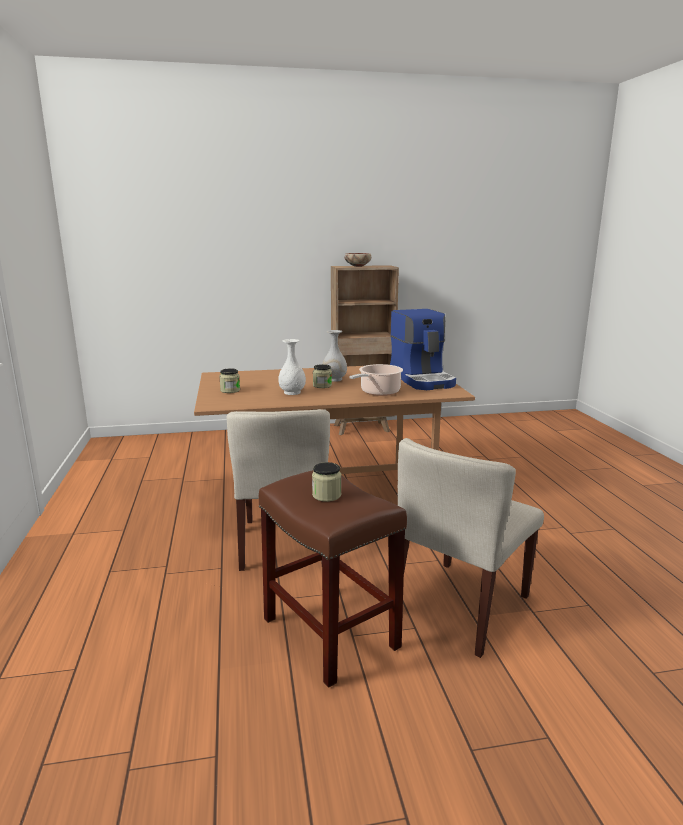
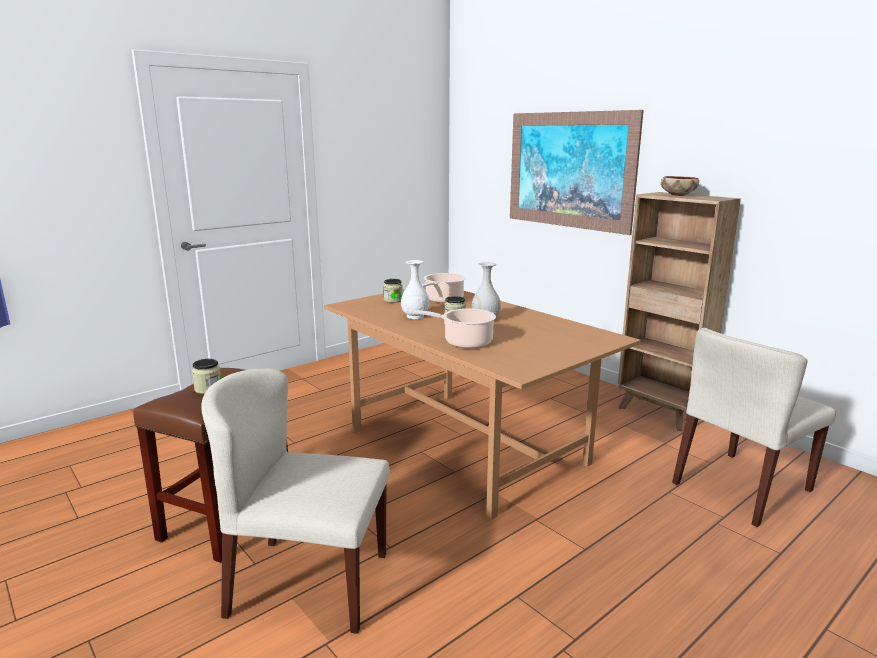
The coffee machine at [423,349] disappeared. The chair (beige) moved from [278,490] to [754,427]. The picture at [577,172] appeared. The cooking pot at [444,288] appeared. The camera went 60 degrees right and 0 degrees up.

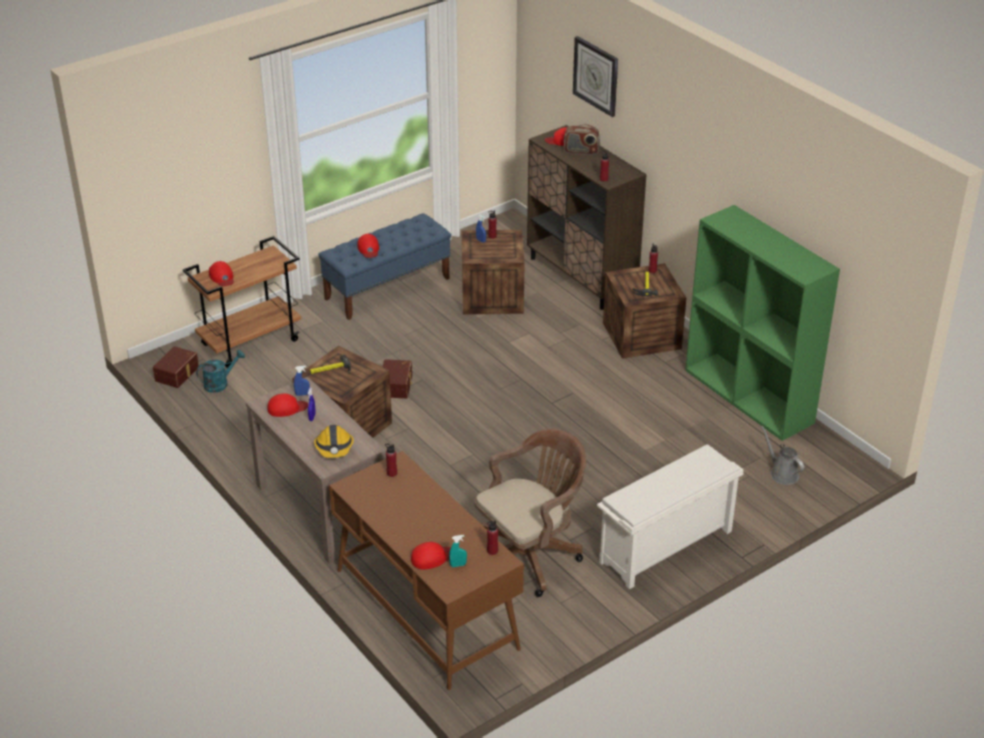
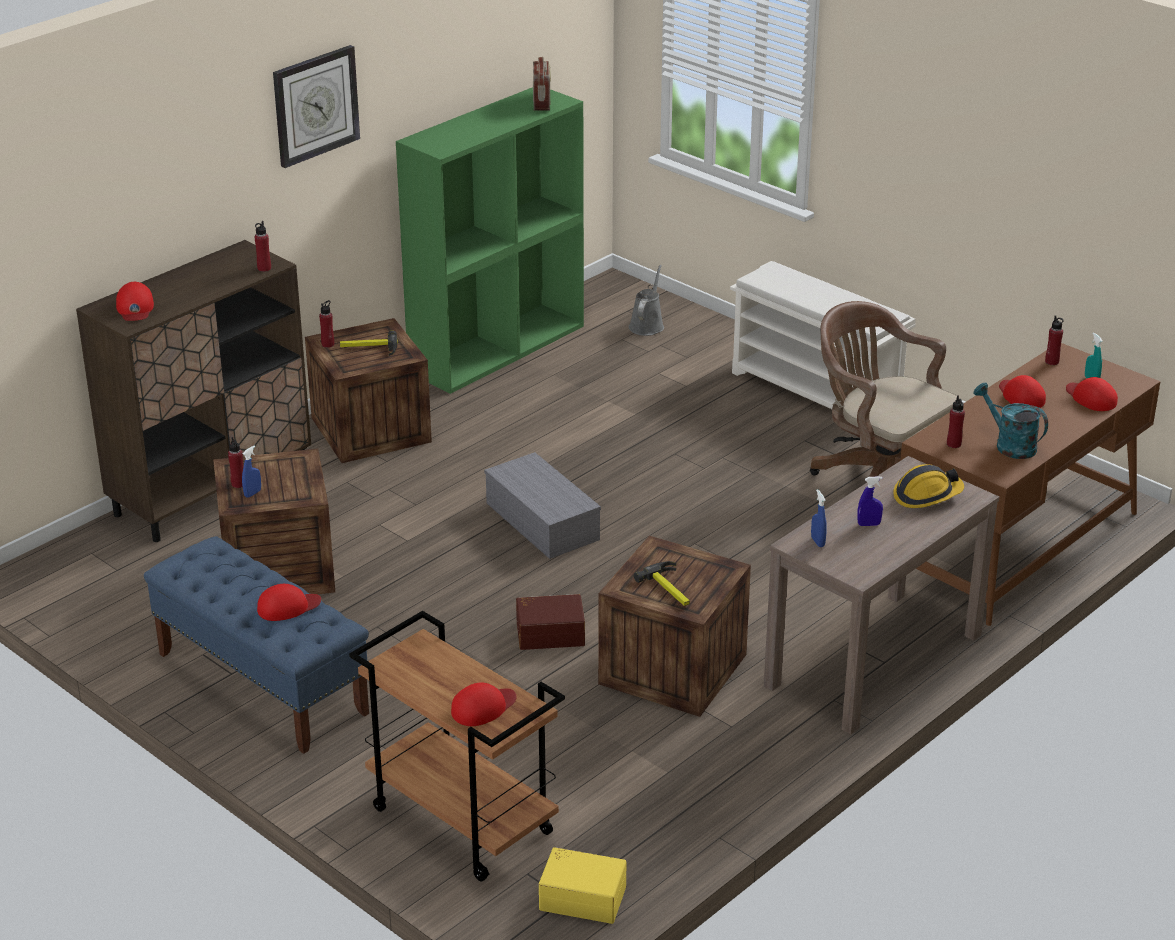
The wall clock moved from [595,76] to [316,106]. The radio moved from [582,139] to [542,84]. The storage box (brown) at [176,367] became the storage box (yellow) at [582,885]. The watering can (turquoise) moved from [220,371] to [1010,420]. The cap (red) moved from [287,405] to [1022,391]. The watering can (grey) at [782,455] turned 150 degrees clockwise. The storage box (grey) at [542,505] appeared. The camera went 100 degrees left and 5 degrees down.

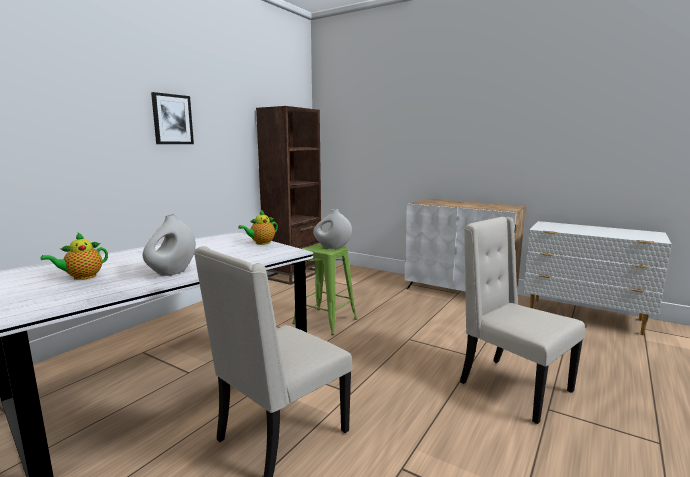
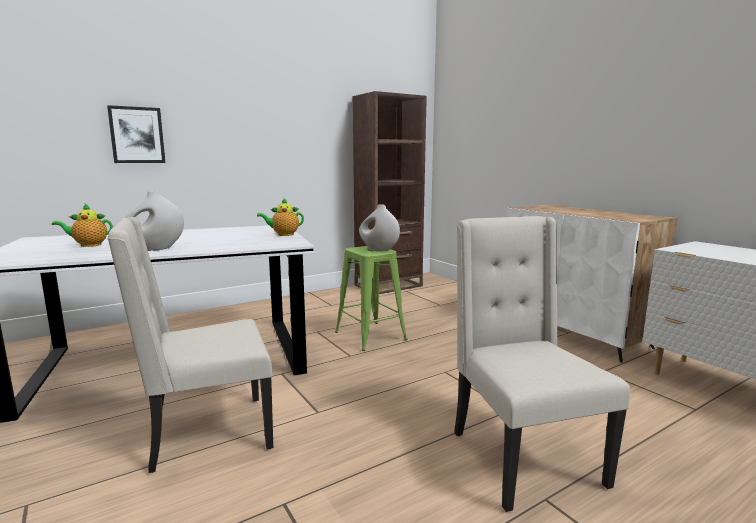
The picture moved from [172,118] to [136,134]. The camera went 25 degrees right and 0 degrees up.

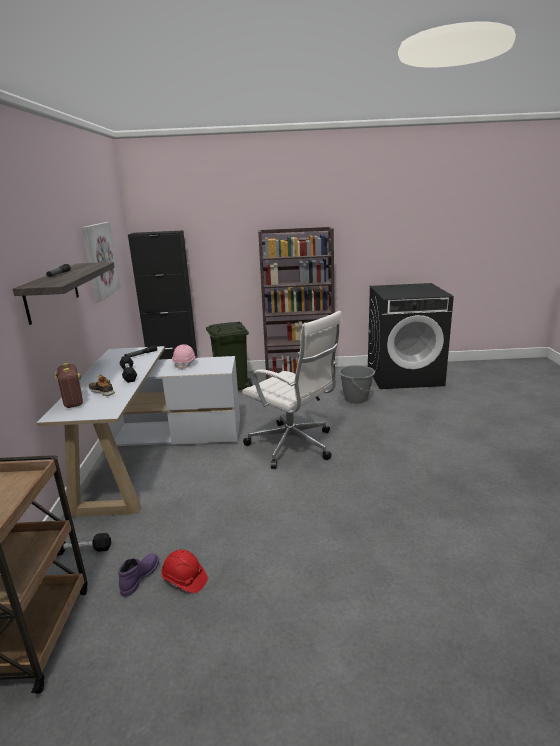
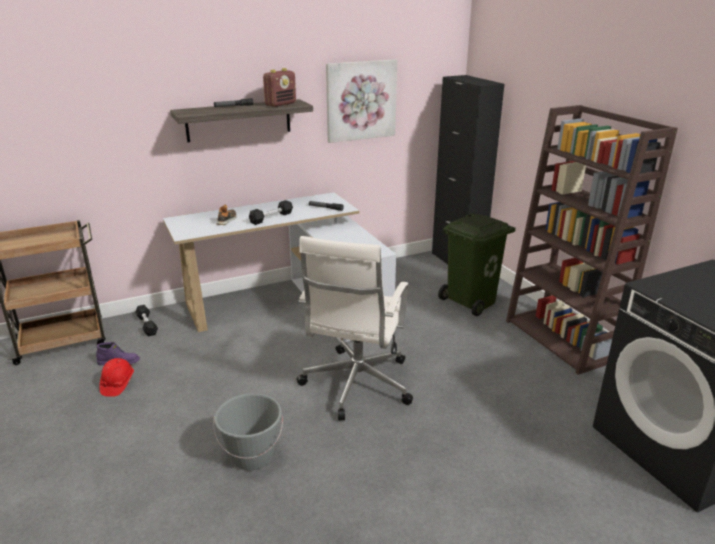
The hard hat (pink) at [184,357] disappeared. The radio moved from [69,385] to [279,87]. The bucket (grey) moved from [357,384] to [248,431]. The camera went 65 degrees right and 5 degrees up.

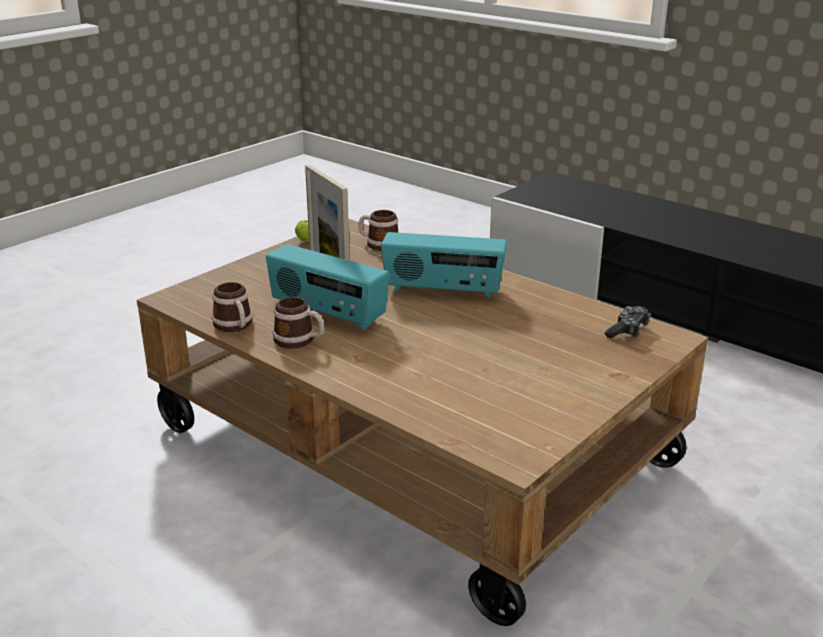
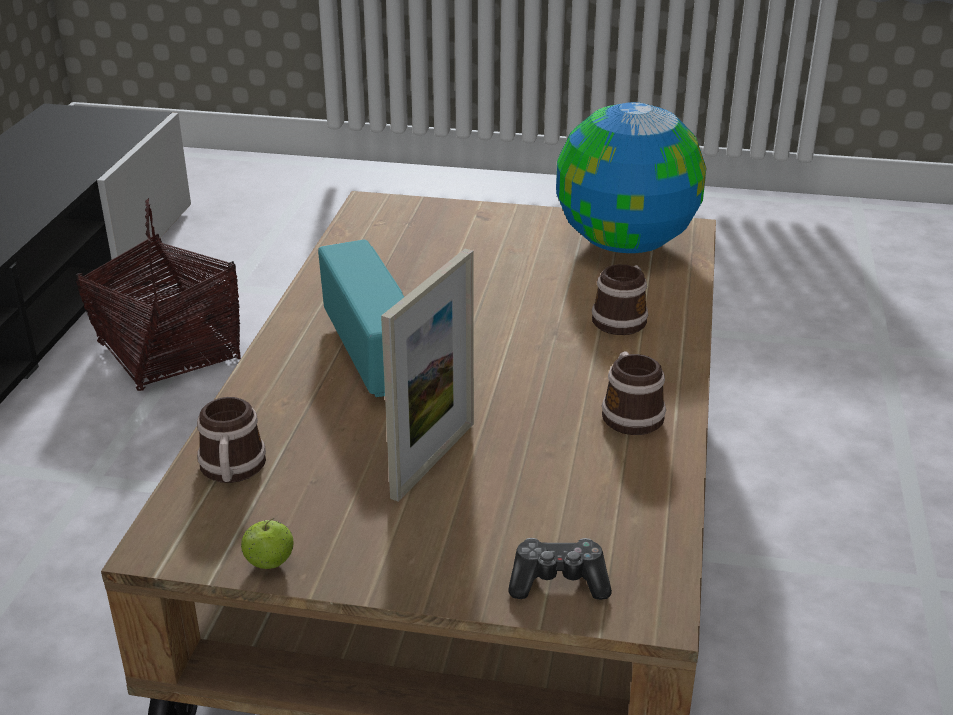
The radio at [327,287] disappeared. The mug moved from [232,307] to [620,299]. The game controller moved from [628,322] to [560,569]. The globe at [631,177] appeared. The basket at [158,294] appeared. The camera went 120 degrees left and 5 degrees up.

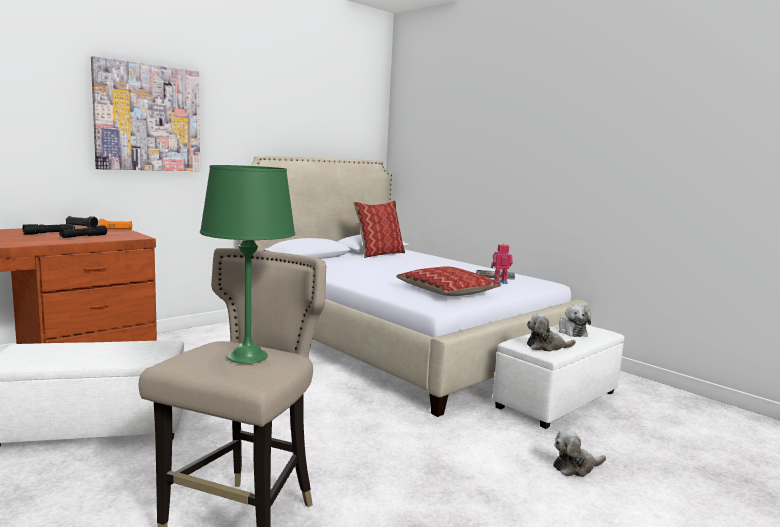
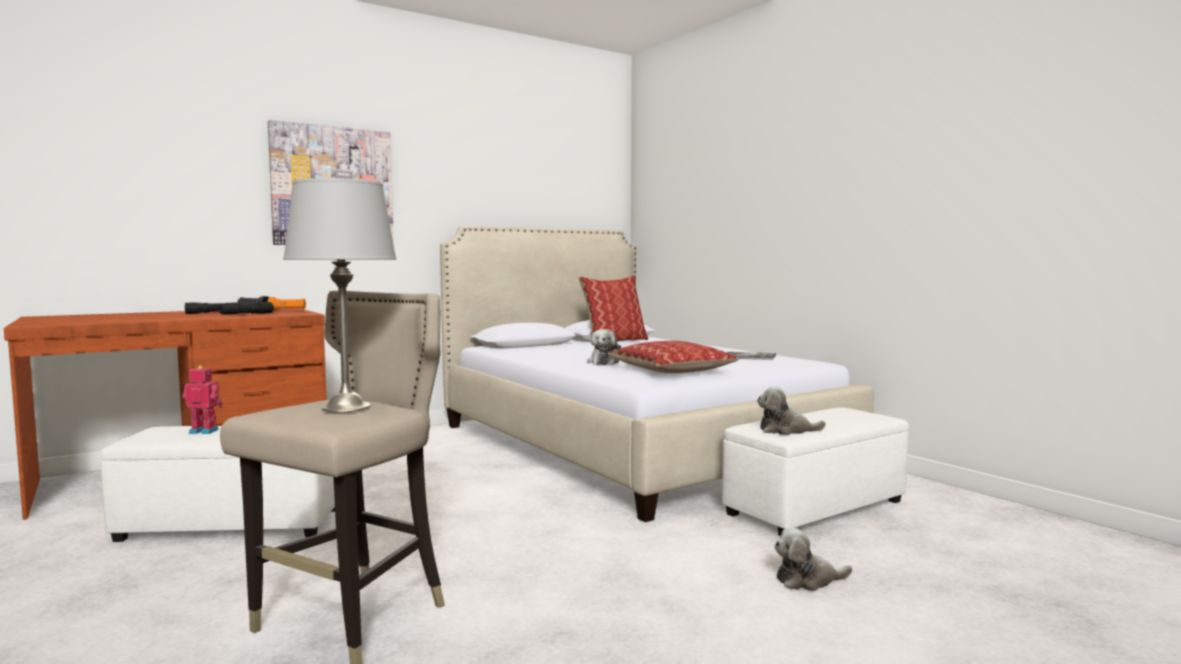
The table lamp (green) at [247,264] became the table lamp (grey) at [340,295]. The toy robot moved from [502,263] to [202,399]. The plush toy moved from [575,320] to [604,347]. The camera went 10 degrees right and 5 degrees down.

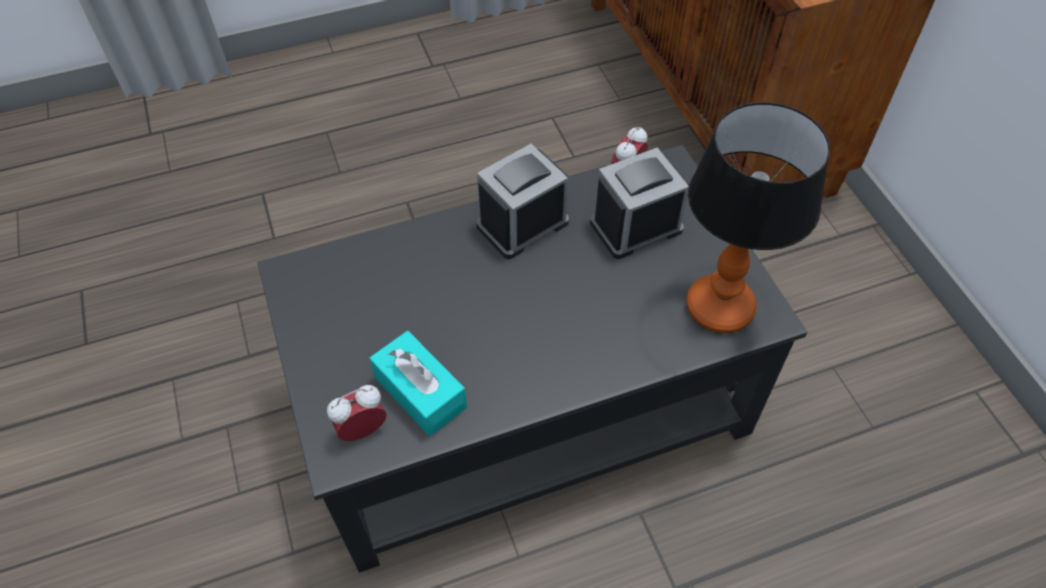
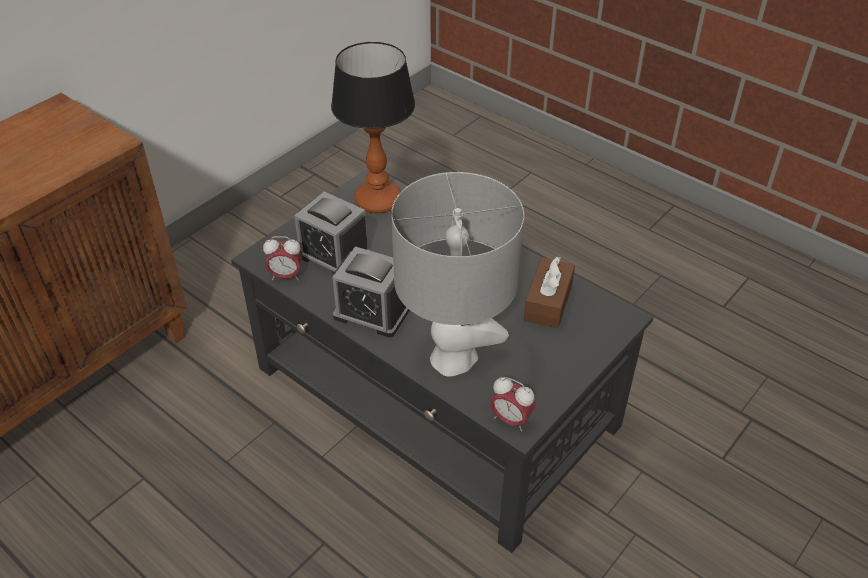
The tissue box (turquoise) at [418,383] became the tissue box (brown) at [549,292]. The alarm clock moved from [356,413] to [512,404]. The table lamp (grey) at [457,274] appeared. The camera went 120 degrees left and 10 degrees down.

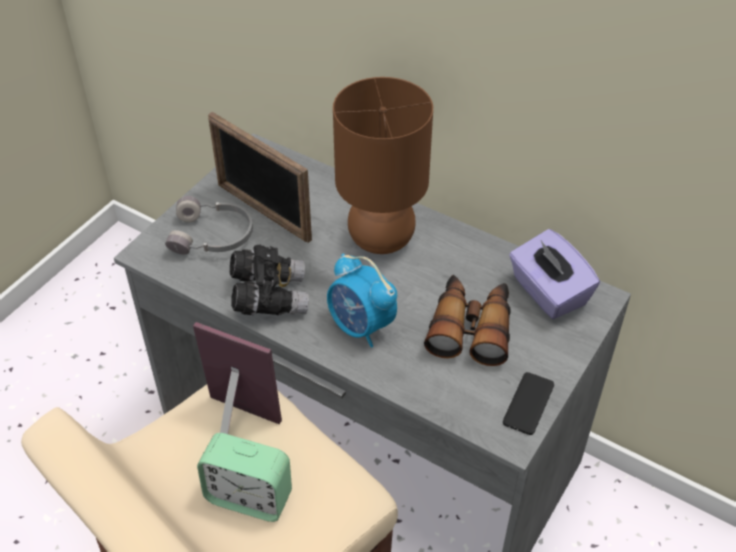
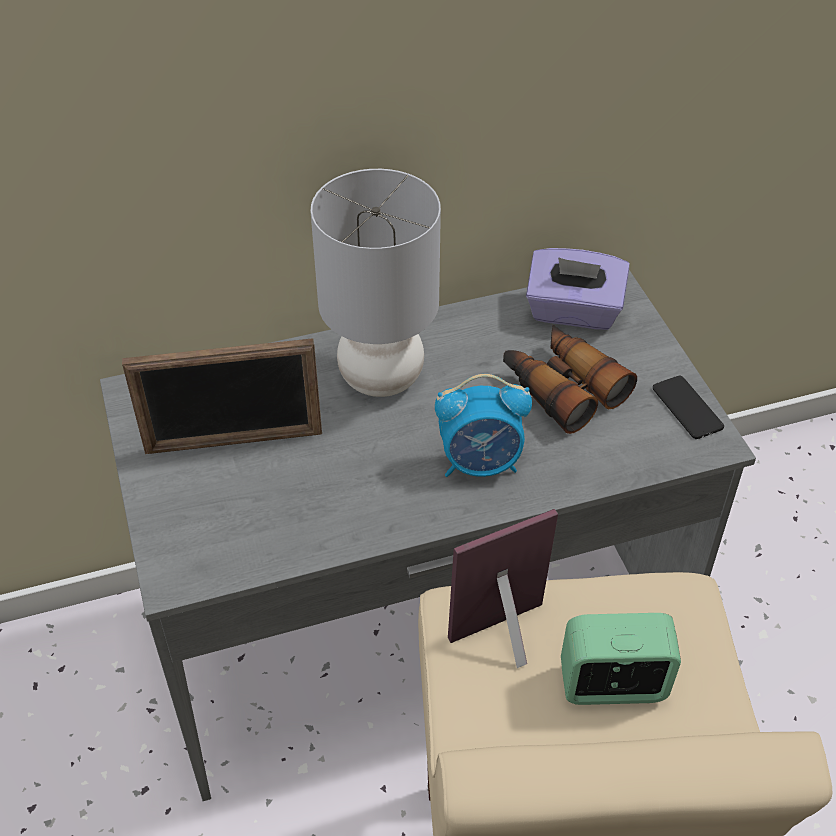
The table lamp (brown) at [383,165] became the table lamp (grey) at [375,283]. The headphones (grey) at [209,225] disappeared. The binoculars (black) at [269,280] disappeared. The alarm clock at [244,477] turned 150 degrees counterclockwise. The camera went 50 degrees left and 0 degrees up.

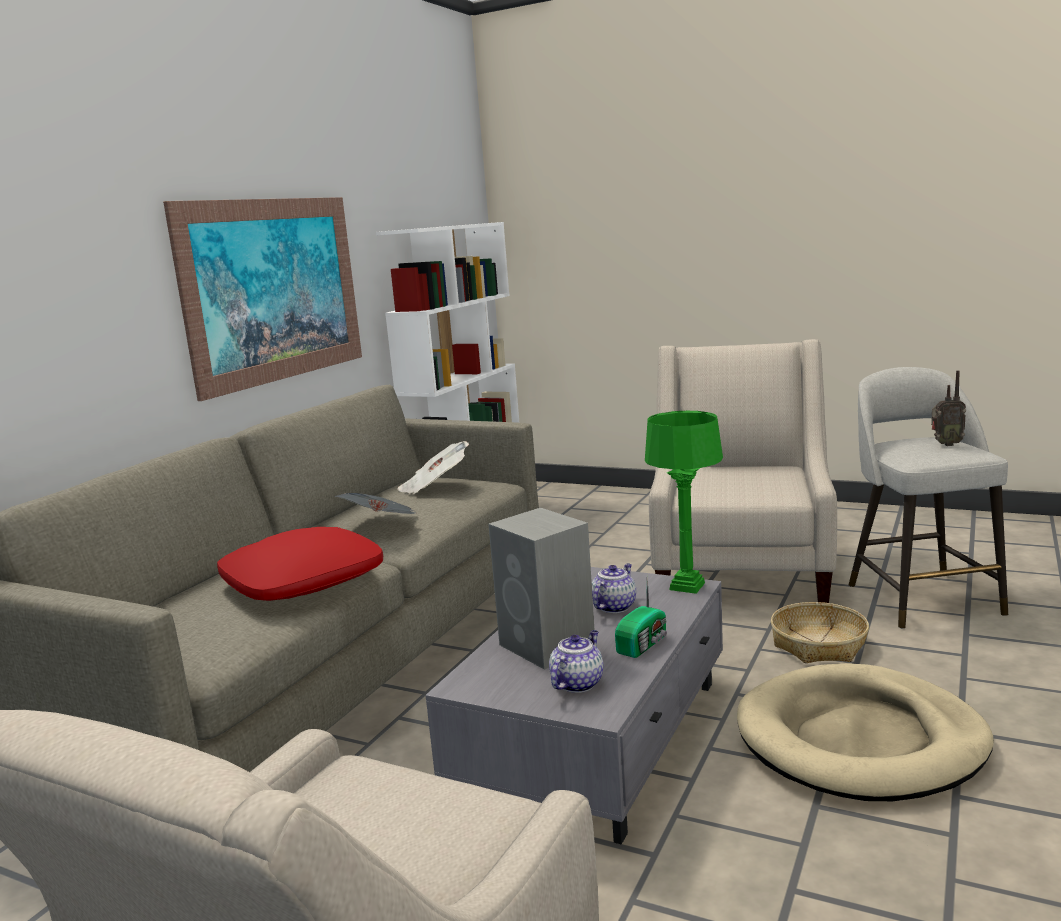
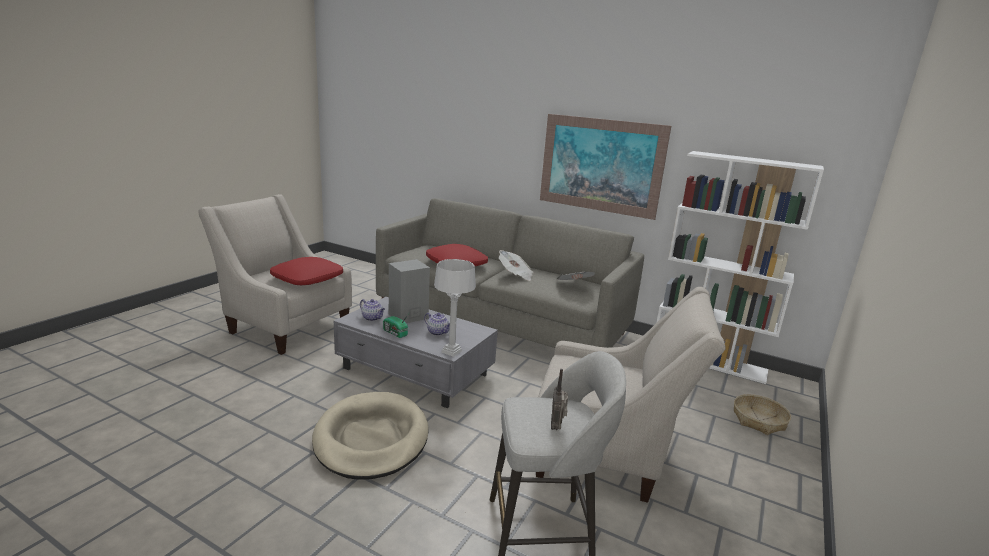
The table lamp (green) at [684,502] became the table lamp (grey) at [455,308]. The basket moved from [820,632] to [762,414]. The pillow (red) at [306,271] appeared. The camera went 90 degrees right and 5 degrees up.

